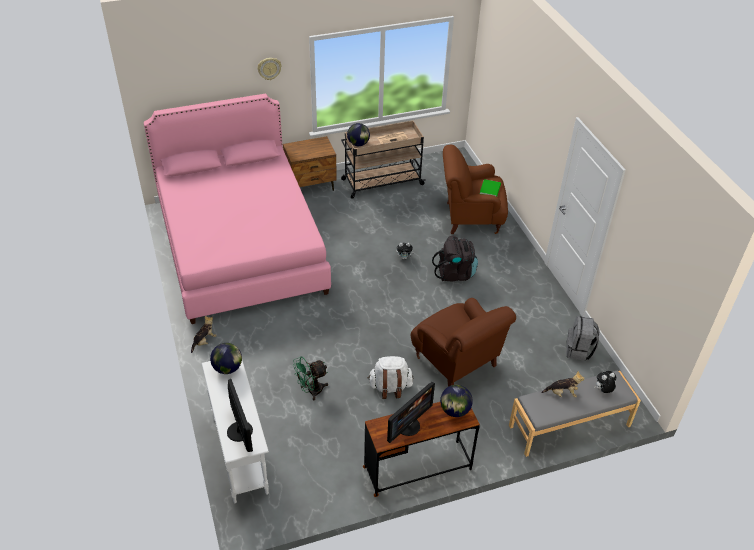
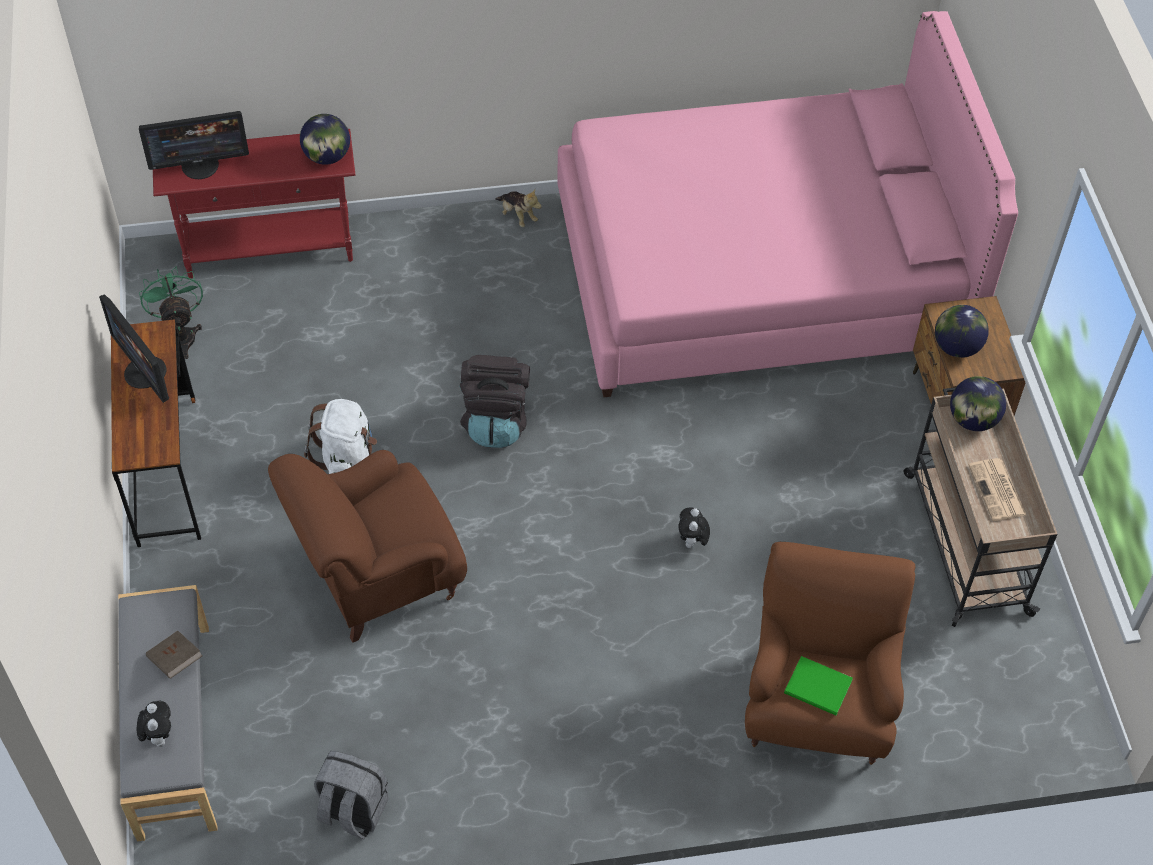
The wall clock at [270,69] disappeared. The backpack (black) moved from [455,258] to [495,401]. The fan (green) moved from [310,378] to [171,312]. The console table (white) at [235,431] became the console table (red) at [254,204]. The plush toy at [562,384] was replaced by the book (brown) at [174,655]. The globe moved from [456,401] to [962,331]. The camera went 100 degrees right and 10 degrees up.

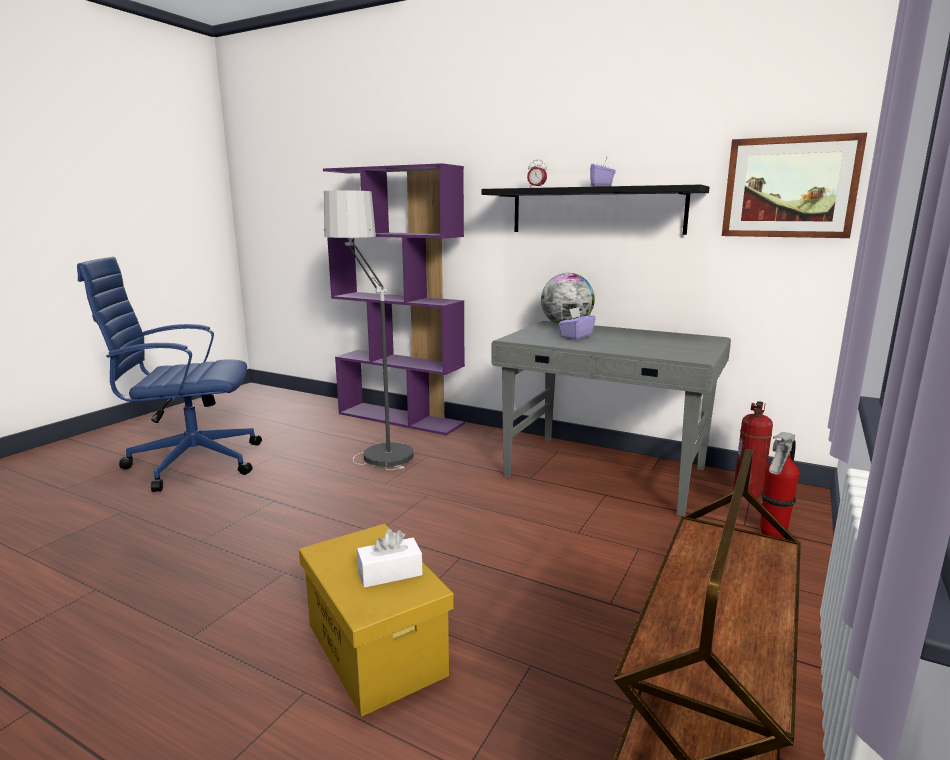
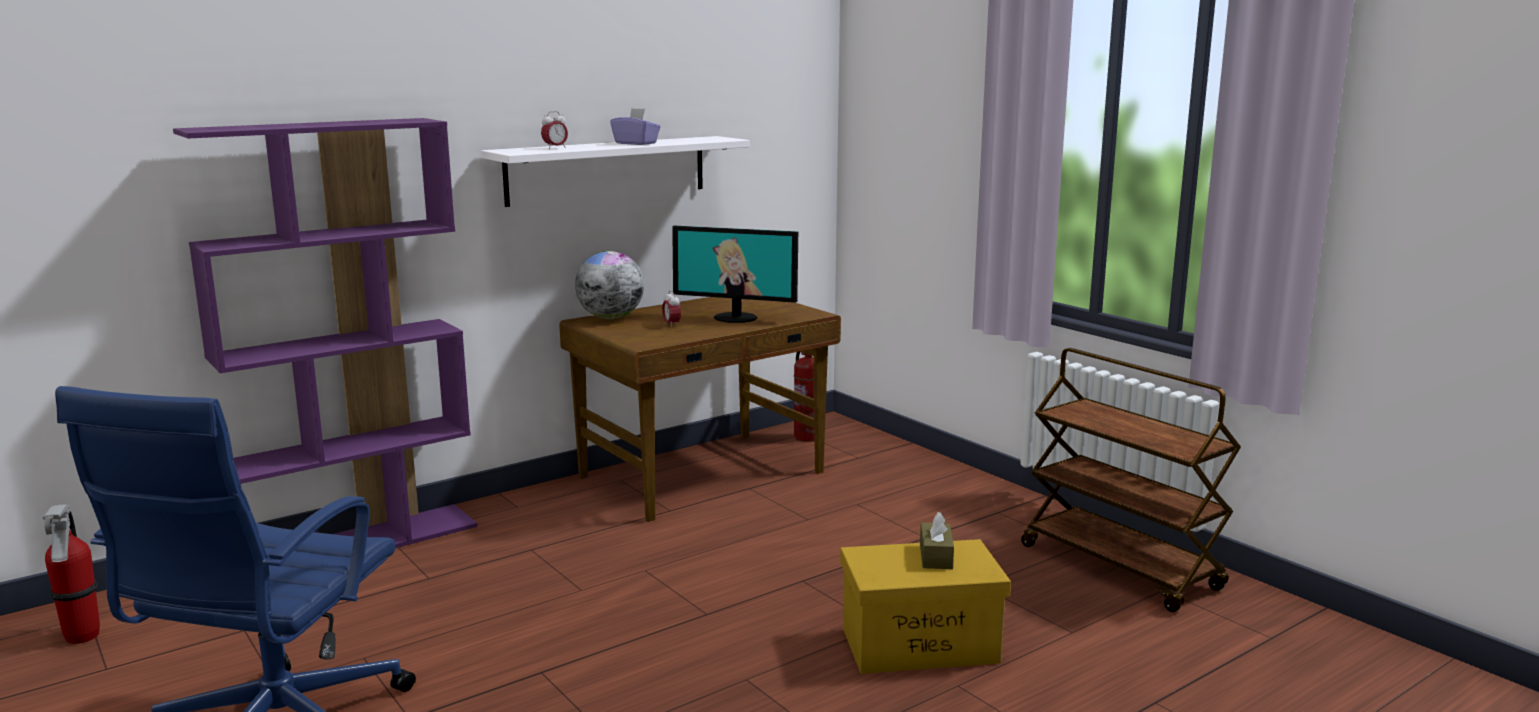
The picture at [794,185] disappeared. The shelf (black) at [595,210] became the shelf (white) at [615,171]. The floor lamp at [369,330] disappeared. The tissue box (purple) at [577,323] was replaced by the alarm clock at [671,309]. The desk (grey) at [611,418] became the desk (brown) at [700,409]. The fire extinguisher moved from [779,485] to [71,574]. The tissue box (white) at [390,558] became the tissue box (brown) at [937,540]. The monitor at [735,274] appeared. The camera went 65 degrees left and 0 degrees up.

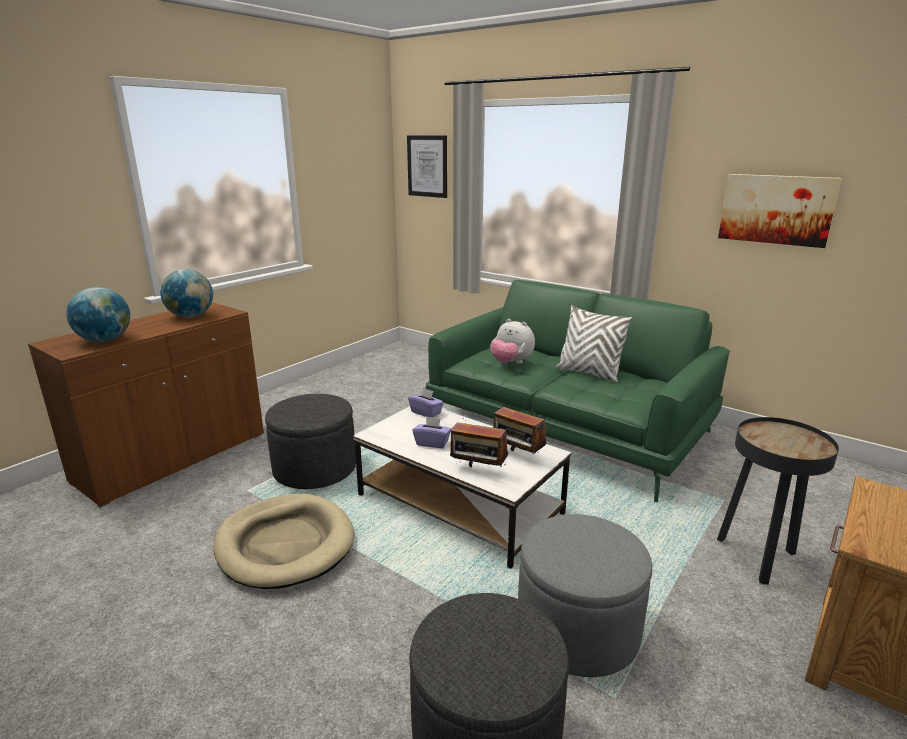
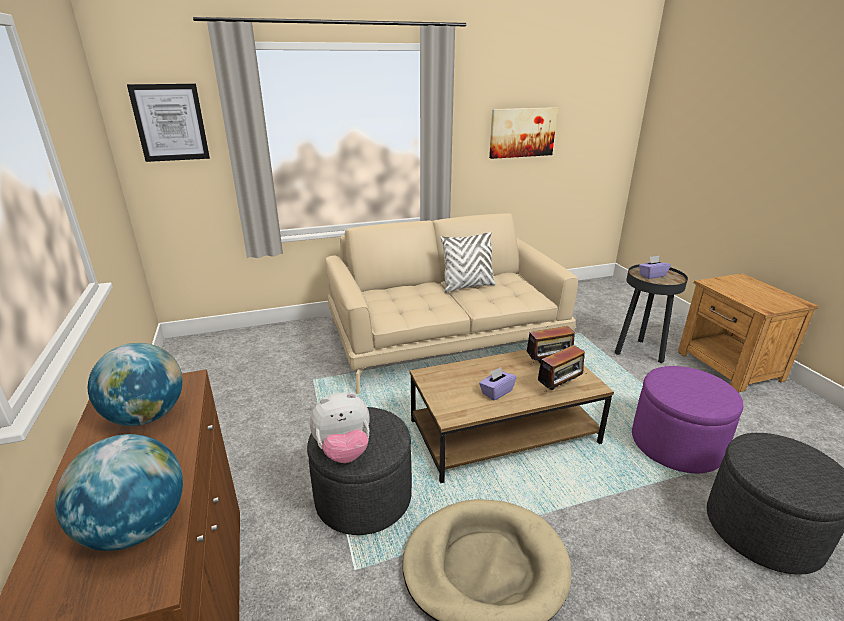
The sofa (green) at [577,391] became the sofa (beige) at [451,303]. The plush toy moved from [512,341] to [340,427]. The tissue box (purple) moved from [426,402] to [655,267]. The coffee table (white) at [462,488] became the coffee table (brown) at [512,416]. The ottoman (grey) at [585,595] became the ottoman (purple) at [687,419]. The camera went 55 degrees left and 5 degrees up.

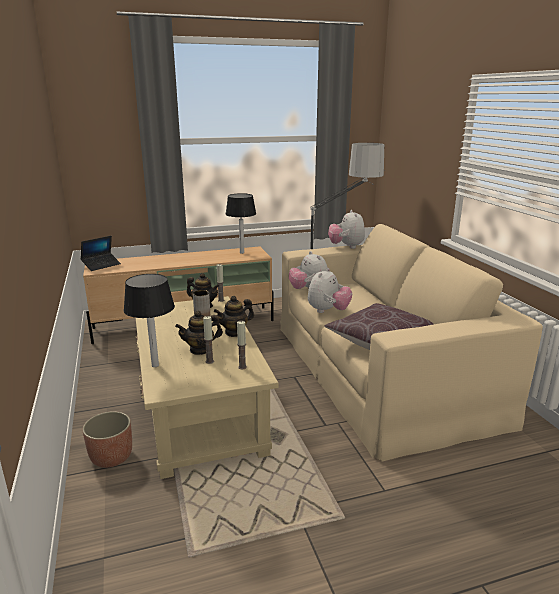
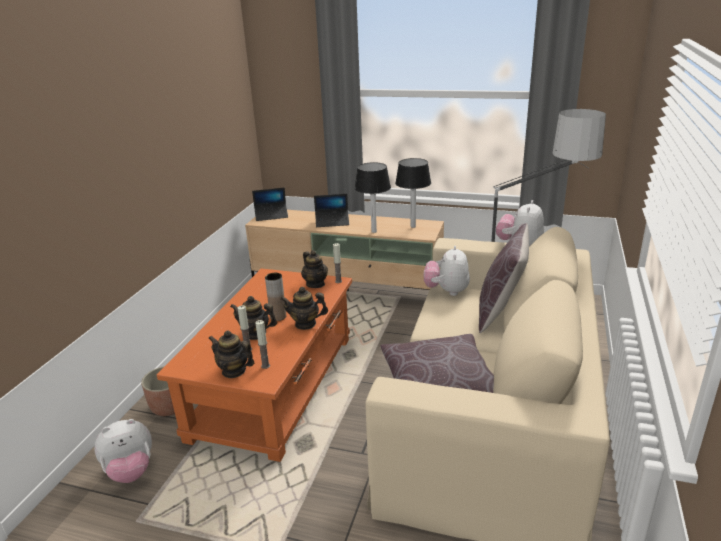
The plush toy moved from [330,290] to [123,451]. The table lamp moved from [149,320] to [373,197]. The coffee table (beige) at [207,387] became the coffee table (orange) at [254,365]. The laptop at [331,210] appeared. The pillow (brown) at [504,278] appeared. The teapot at [231,354] appeared. The camera went 35 degrees right and 5 degrees up.

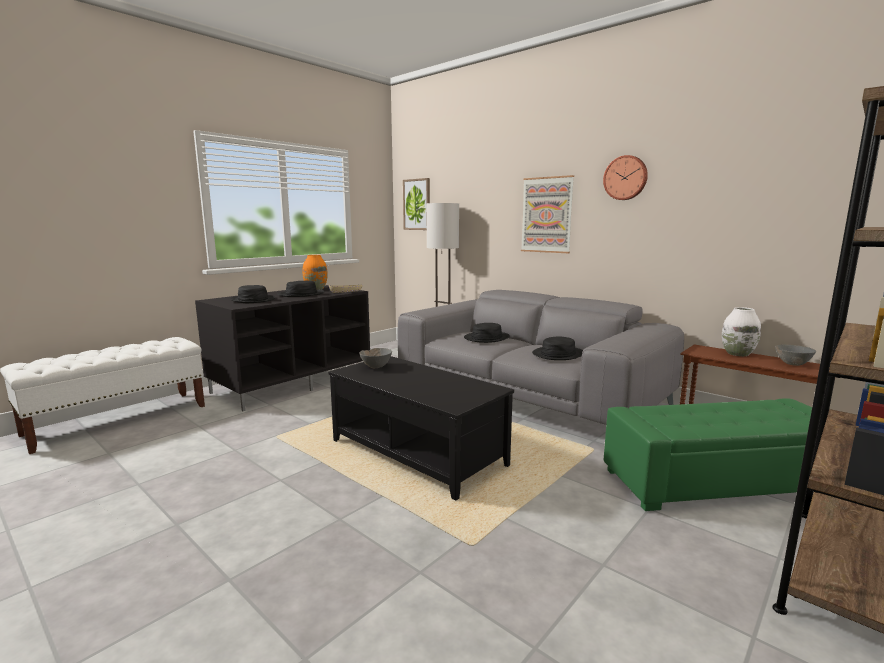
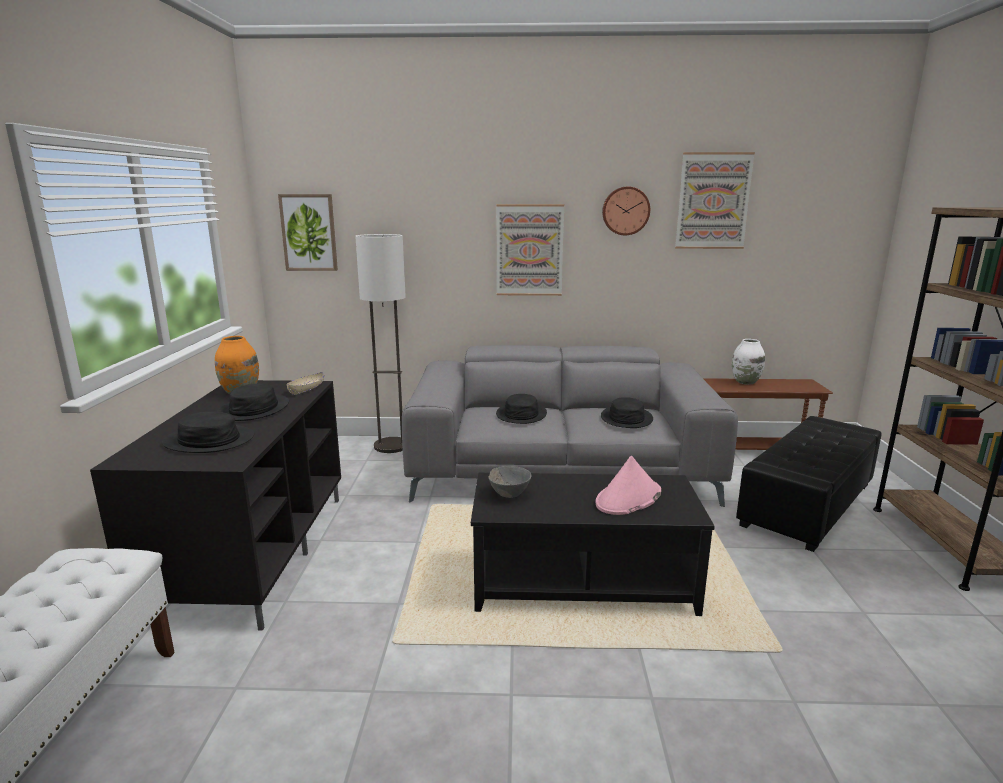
The bowl (grey) at [795,355] disappeared. The ottoman (green) at [708,454] became the ottoman (black) at [809,484]. The picture at [715,200] appeared. The hat (pink) at [628,485] appeared. The camera went 40 degrees left and 5 degrees up.

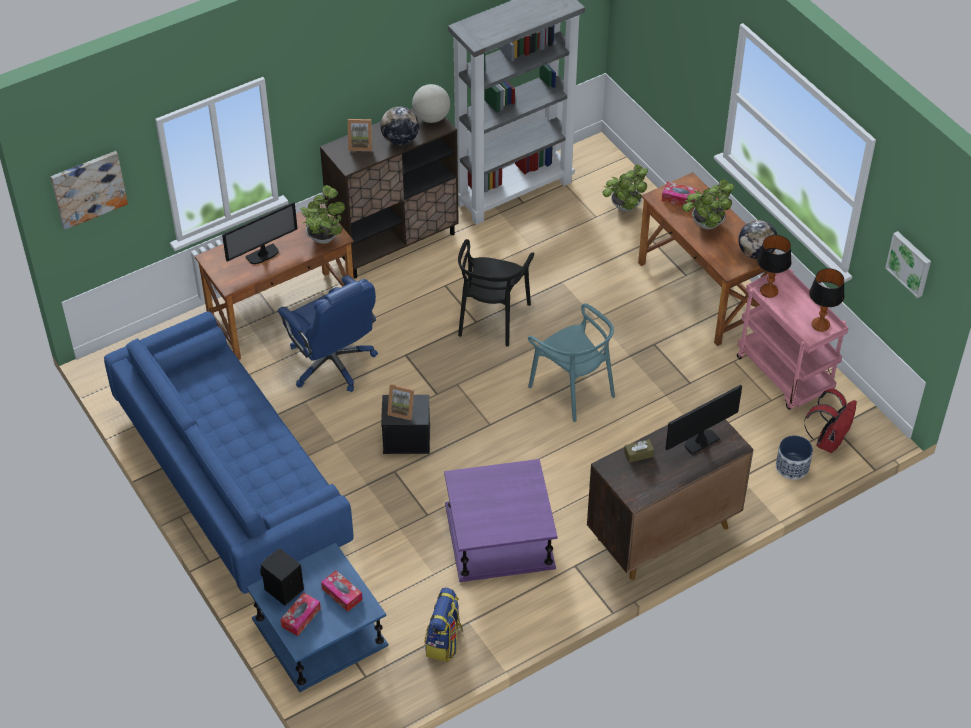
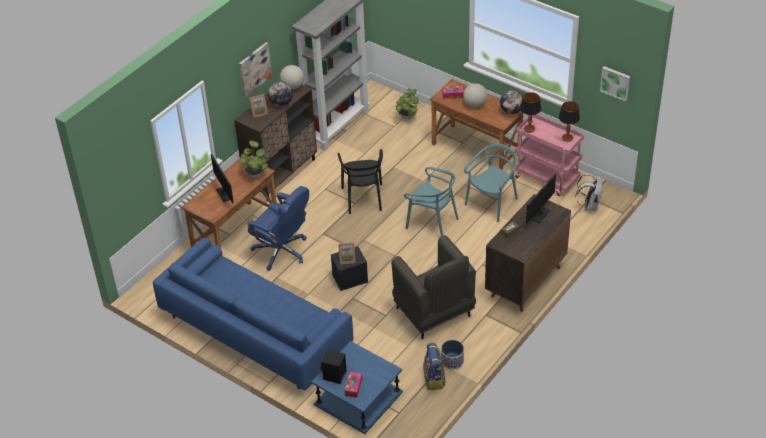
The picture moved from [89,190] to [255,70]. The potted plant at [708,204] was replaced by the globe at [475,95]. The monitor at [260,233] turned 60 degrees counterclockwise. The backpack (red) at [830,421] became the backpack (white) at [589,192]. The planter moved from [794,457] to [452,355]. The side table (purple) at [500,520] was replaced by the armchair (grey) at [433,287]. The tissue box at [342,591] disappeared. The chair (turquoise) at [491,183] appeared. The camera went 20 degrees left and 5 degrees down.

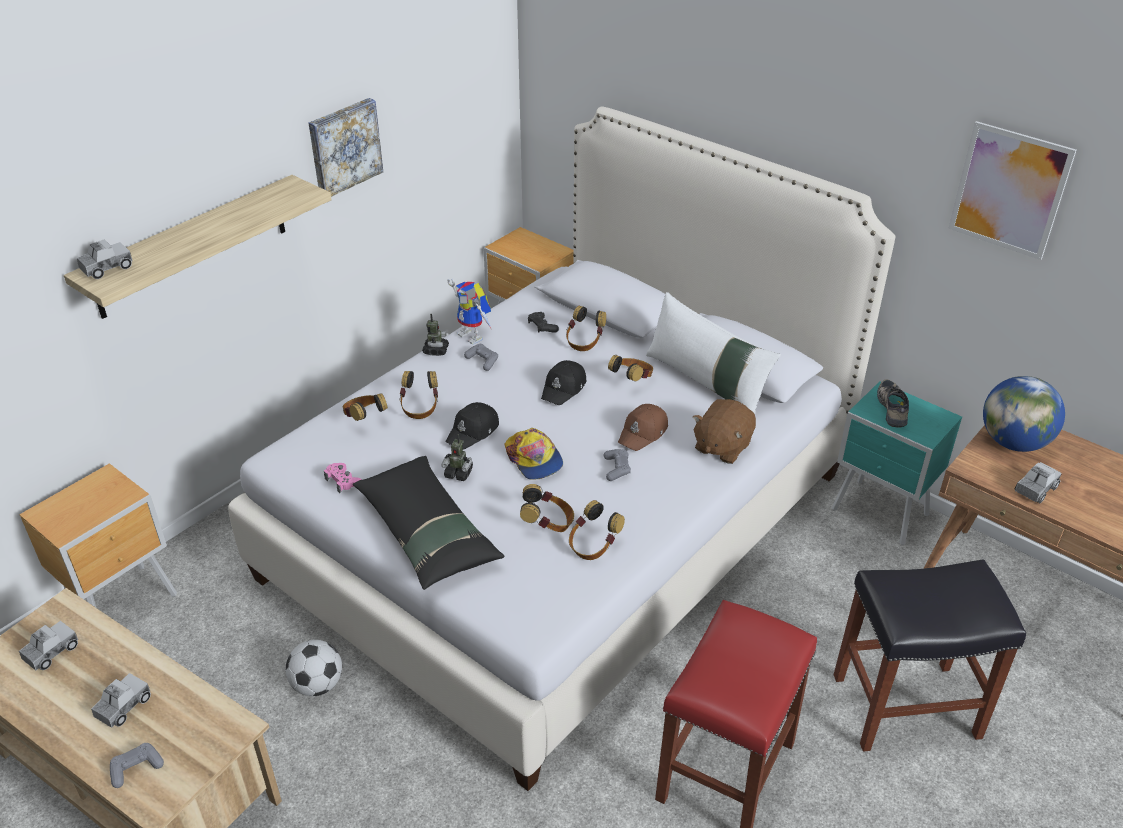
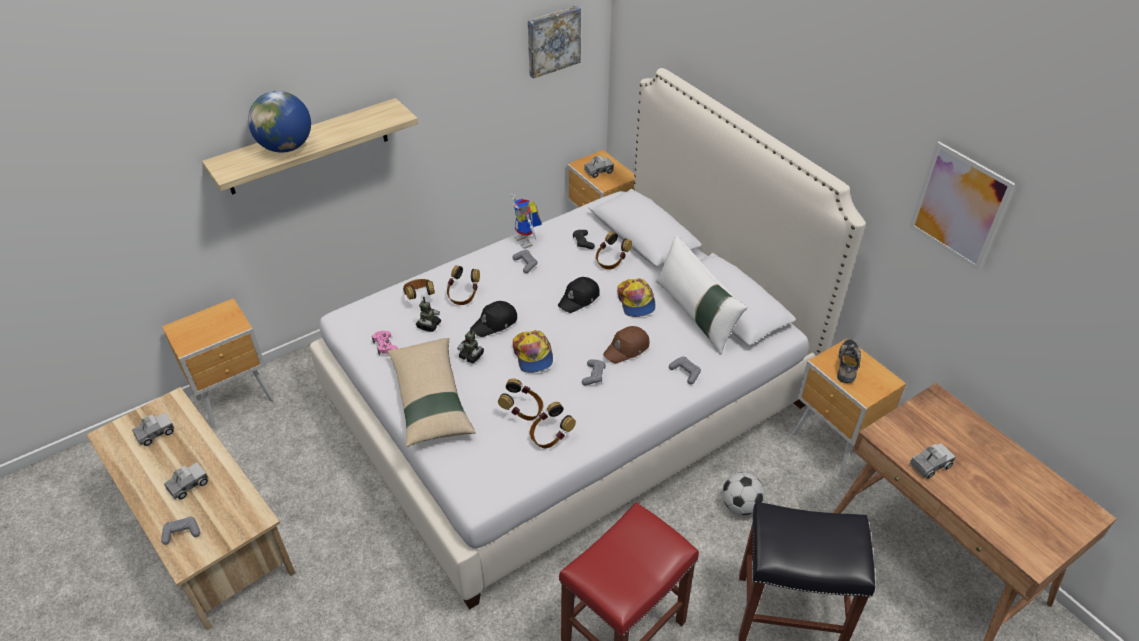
The picture moved from [346,147] to [554,42]. The toy truck moved from [105,259] to [599,166]. The toy robot moved from [435,335] to [428,314]. The headphones at [630,368] was replaced by the cap at [637,297]. The globe moved from [1024,414] to [279,122]. The nightstand (turquoise) at [897,463] became the nightstand (brown) at [849,407]. The plush toy (brown) at [724,431] was replaced by the game controller (grey) at [685,370]. The pillow (black) at [429,523] became the pillow (beige) at [431,392]. The football moved from [314,668] to [743,493]. The camera went 15 degrees right and 5 degrees up.

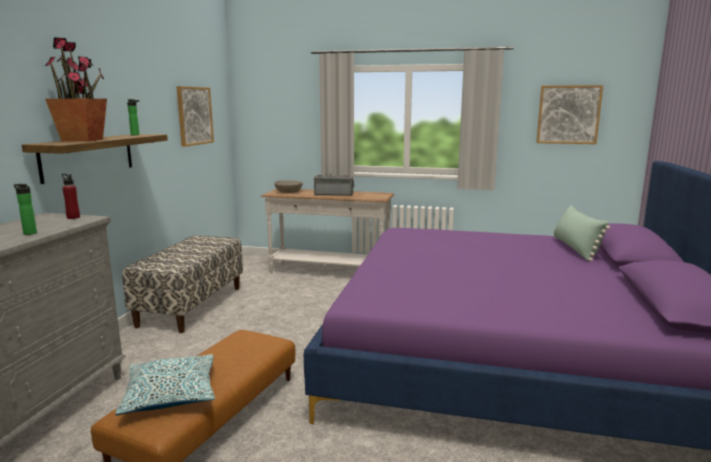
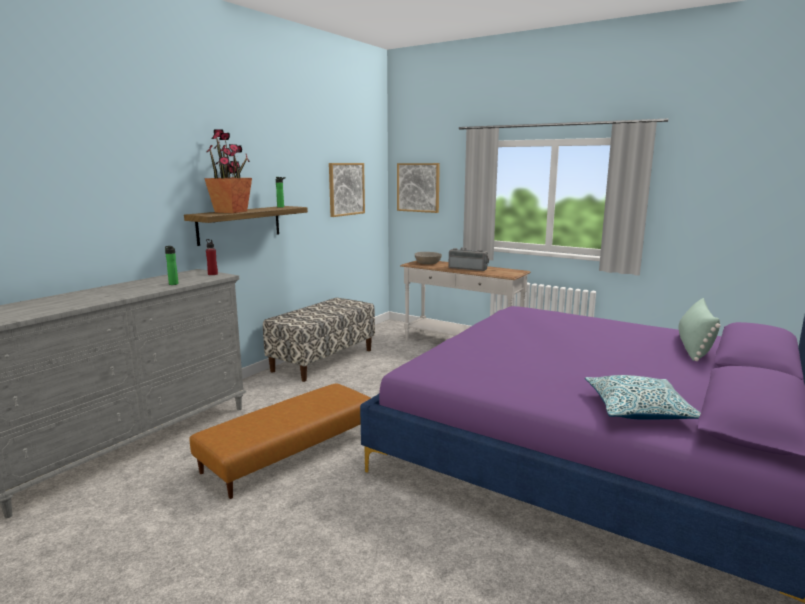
The picture moved from [569,114] to [418,188]. The pillow moved from [165,385] to [643,397]. The camera went 20 degrees right and 0 degrees up.

